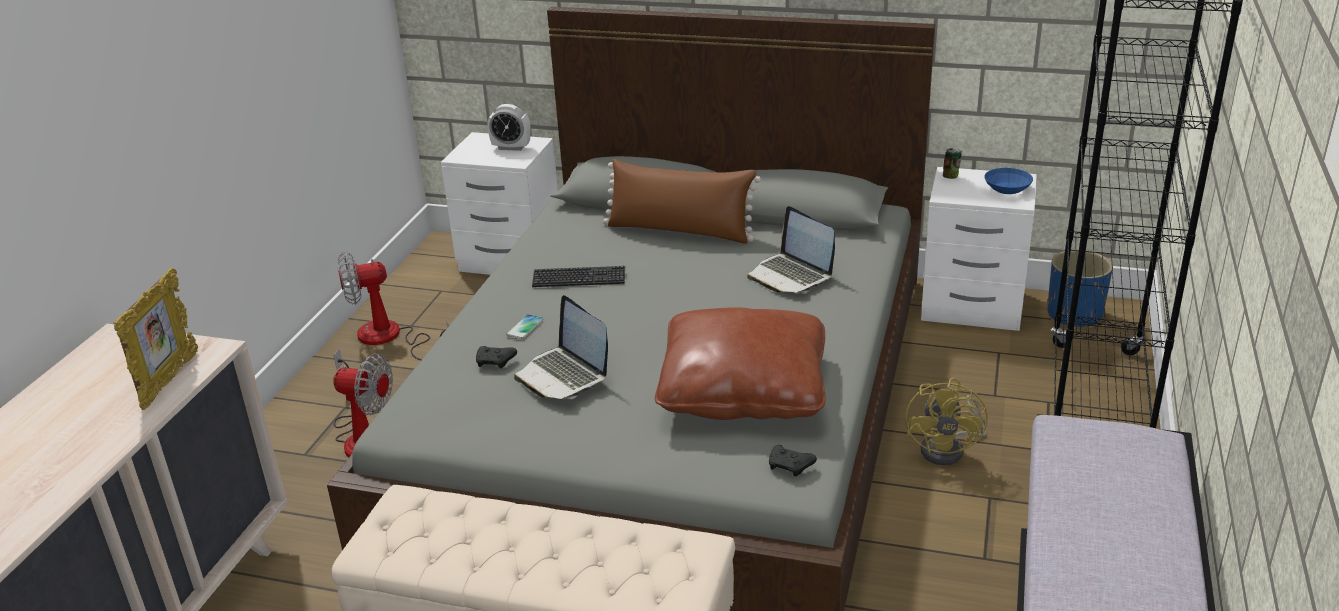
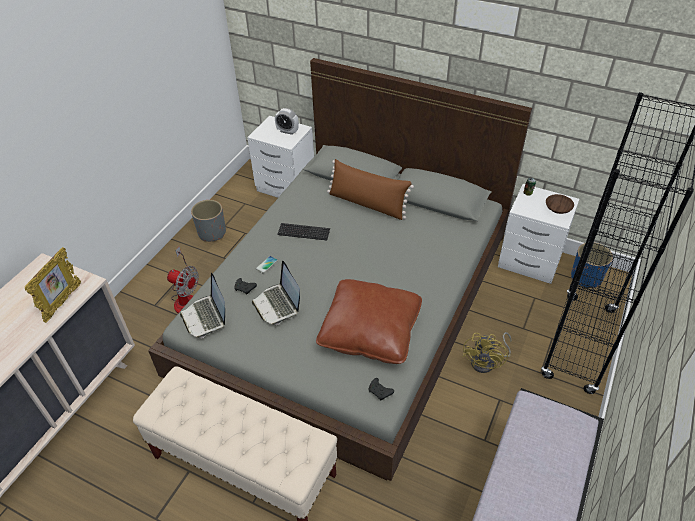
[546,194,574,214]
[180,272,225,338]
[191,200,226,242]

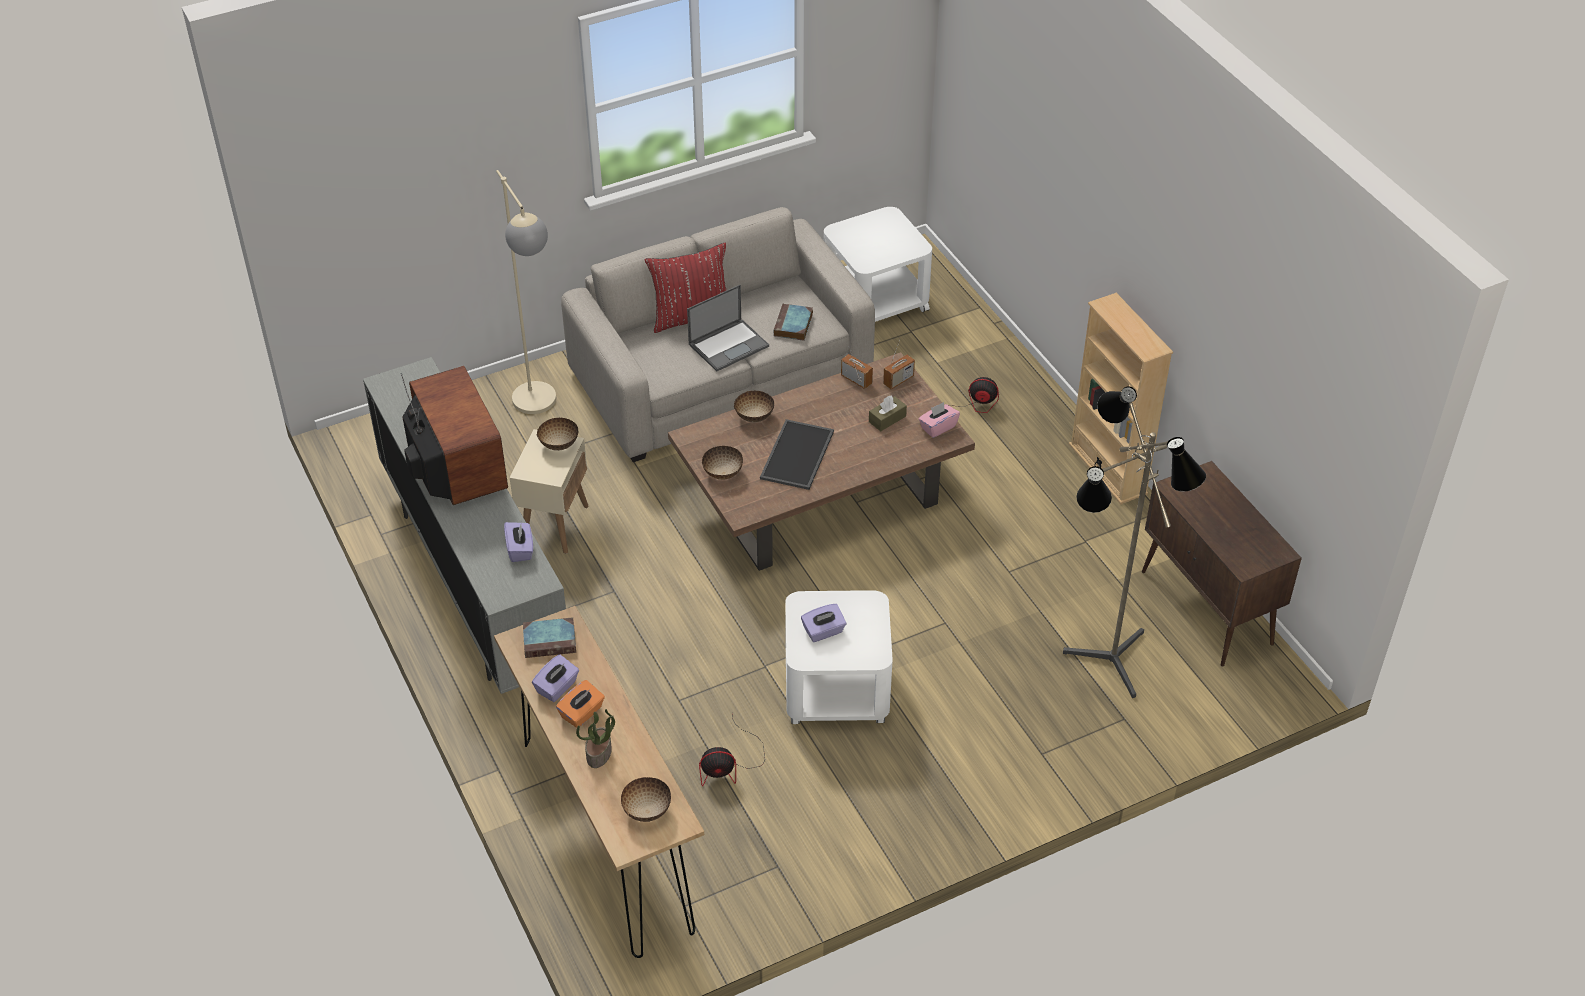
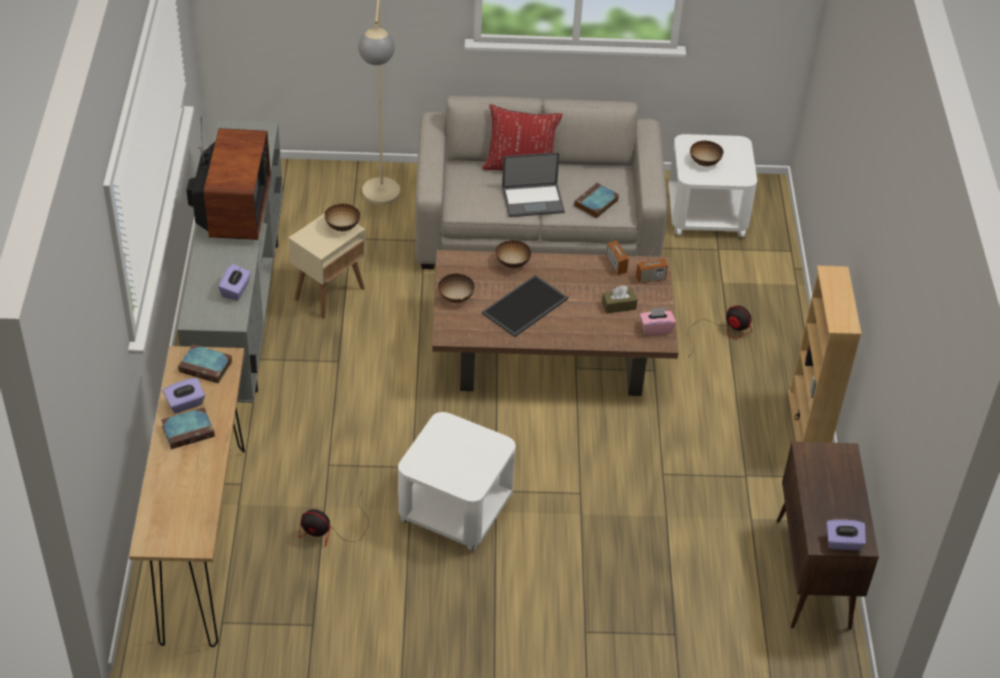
[1063,386,1206,698] (first image)
[826,519,866,550]
[161,407,215,449]
[576,709,615,768] (first image)
[690,140,723,167]

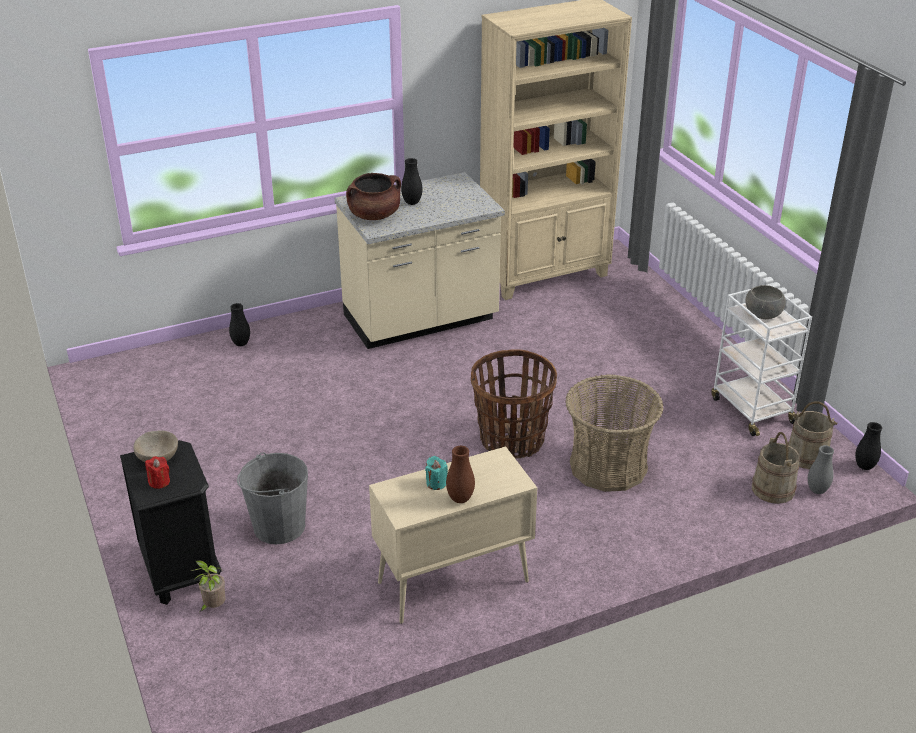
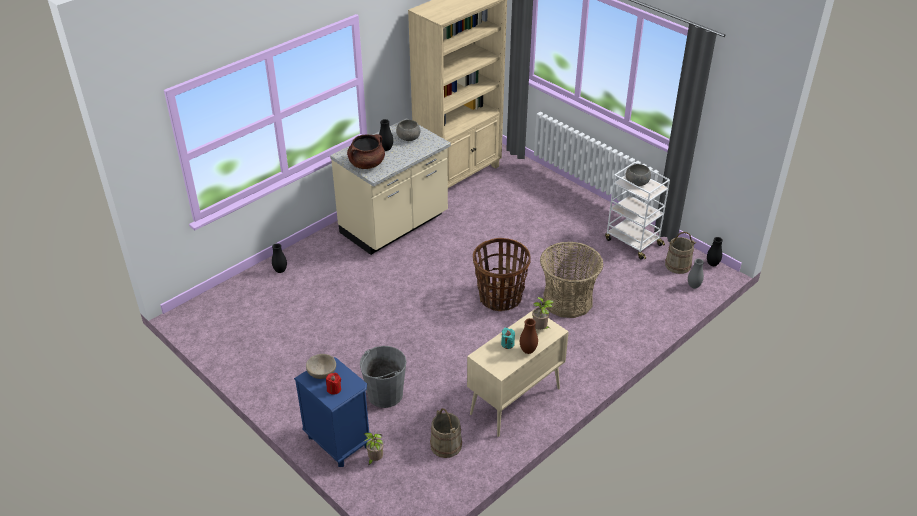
[430,408,462,458]
[294,357,371,467]
[396,120,420,141]
[532,297,554,330]

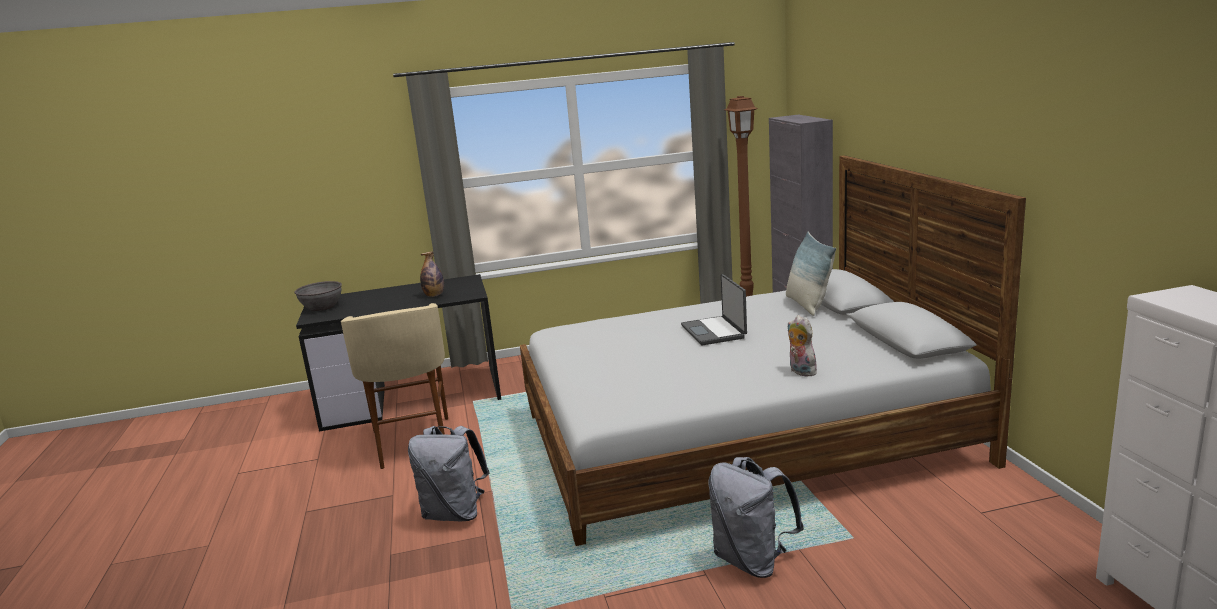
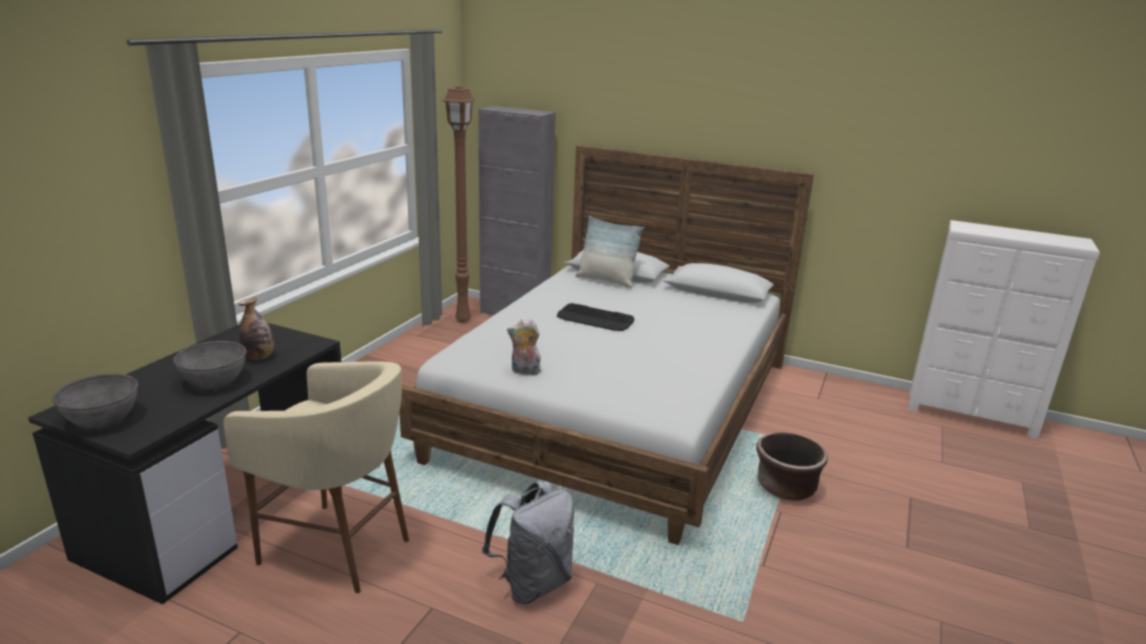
[557,303,635,331]
[507,319,542,375]
[756,432,828,501]
[173,341,246,389]

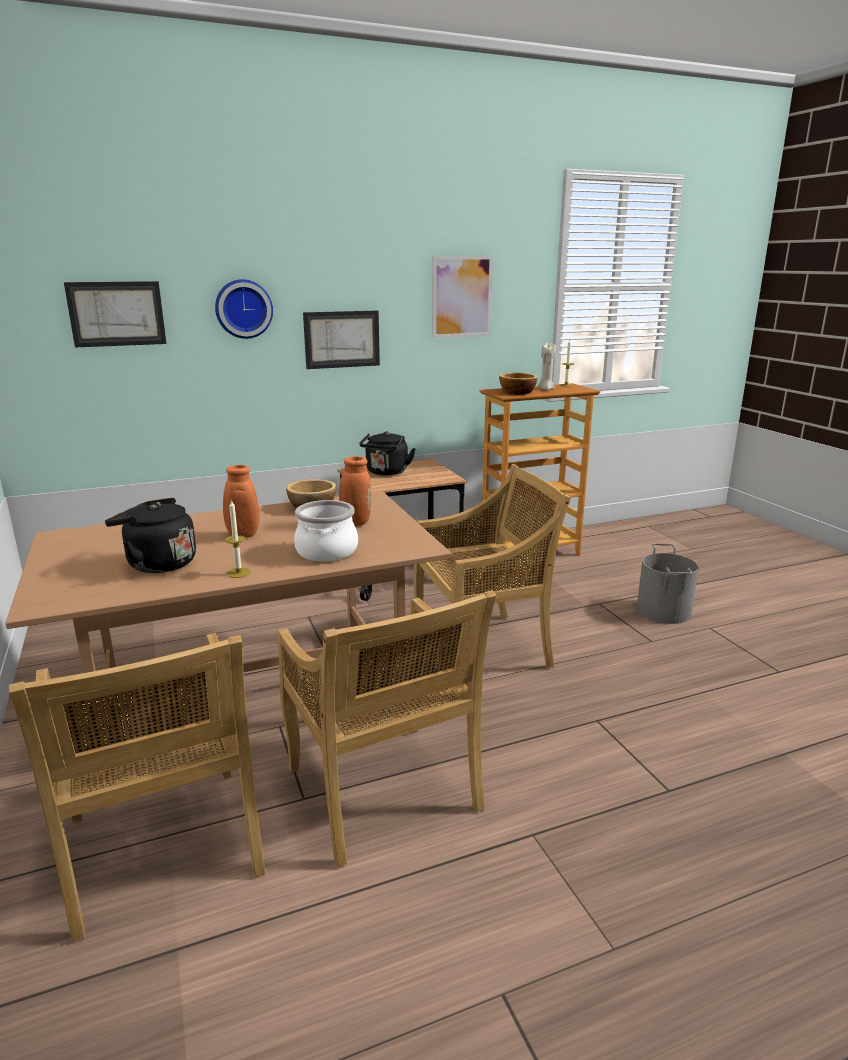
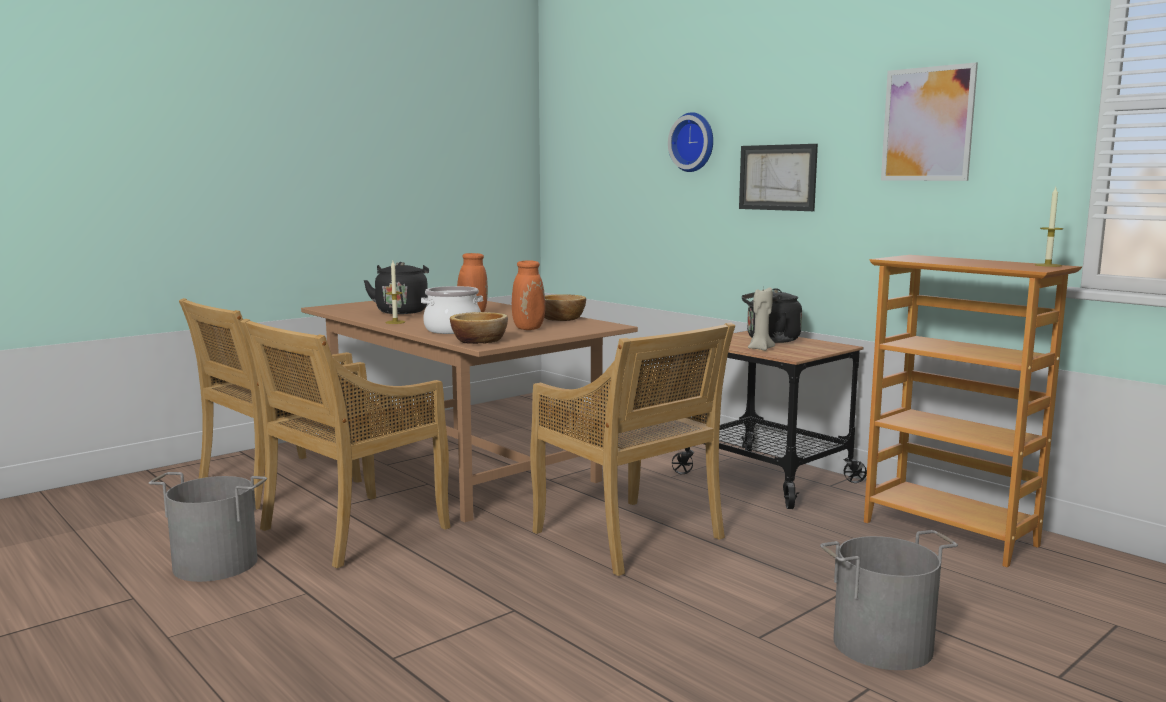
[64,281,167,347] (first image)
[748,287,775,351]
[450,312,508,344]
[149,472,267,582]

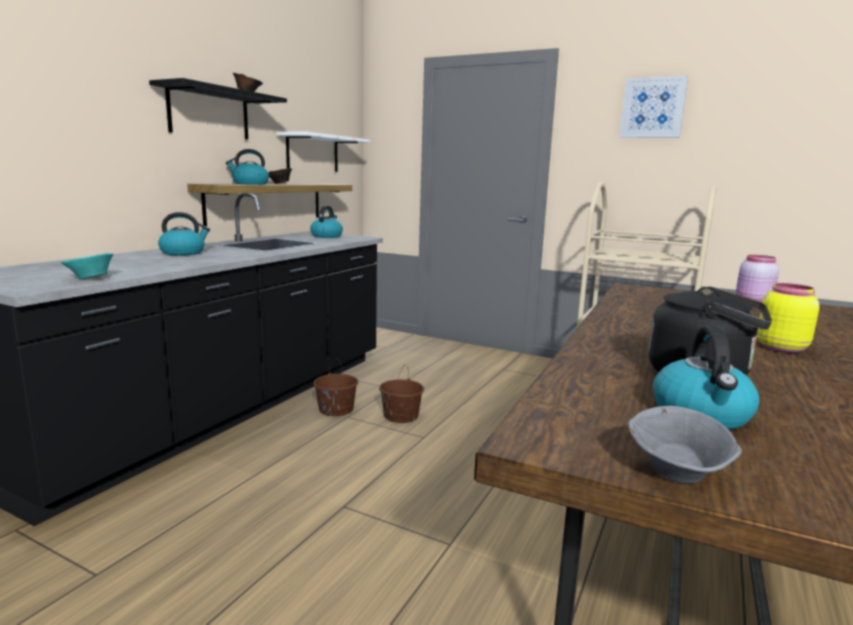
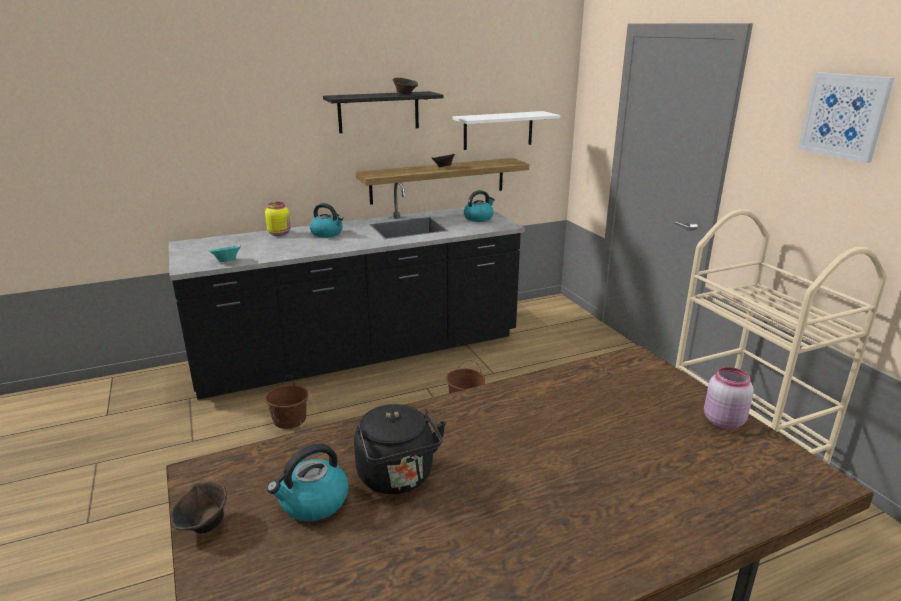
[226,149,269,185] (first image)
[265,202,291,236]
[265,375,308,429]
[171,482,227,533]

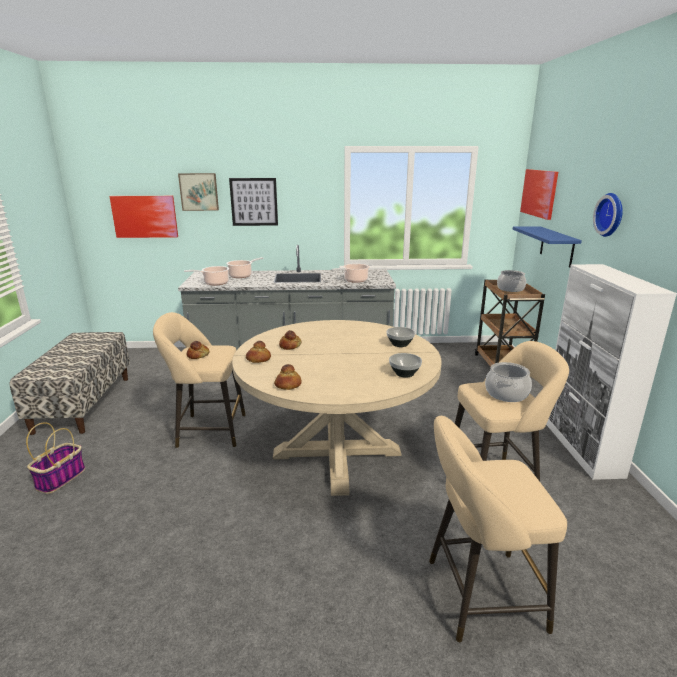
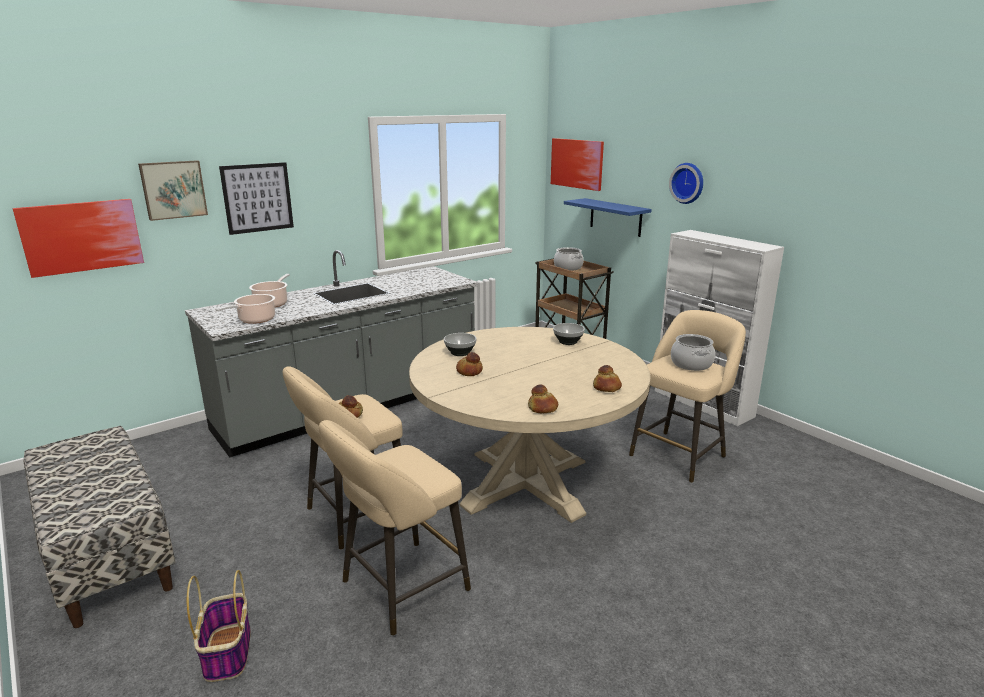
[331,264,370,283] (first image)
[593,365,622,392]
[444,333,477,356]
[319,420,471,636]

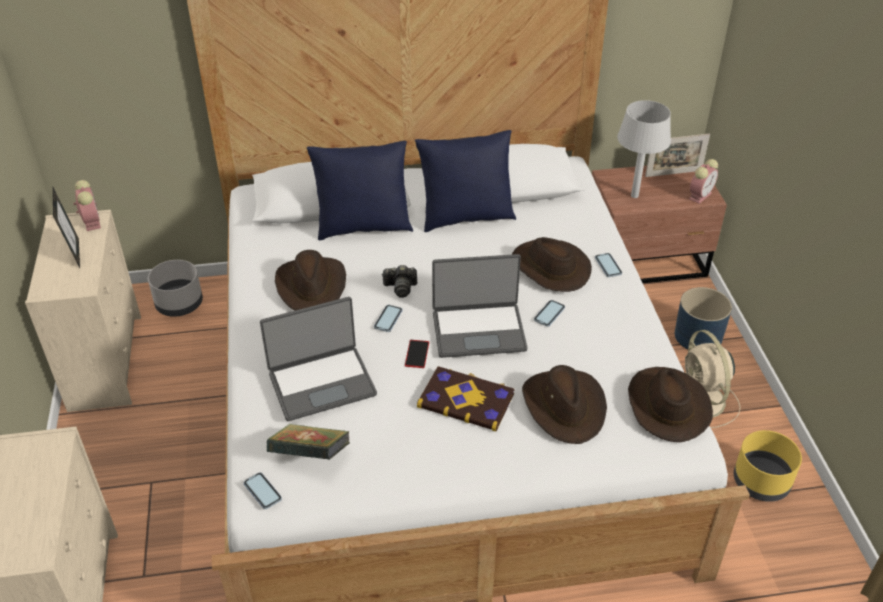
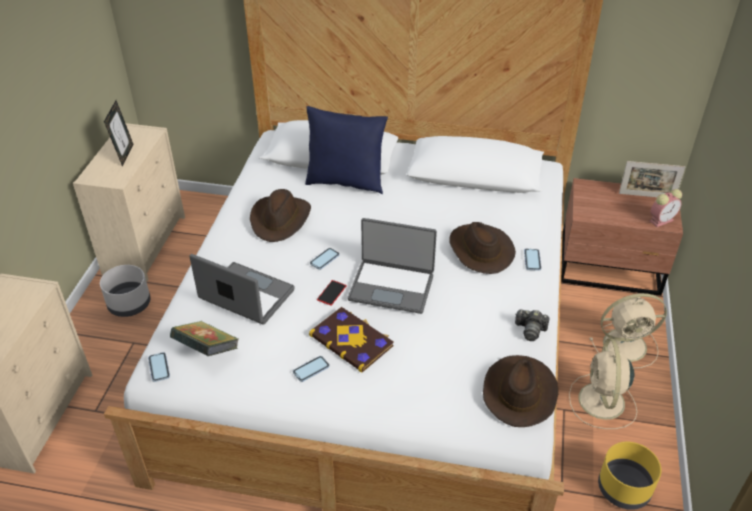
[617,100,671,198] (first image)
[415,130,516,232] (first image)
[73,180,101,231] (first image)
[100,265,151,317]
[515,309,549,341]
[590,293,667,369]
[190,254,295,325]
[293,356,330,382]
[522,365,607,444] (first image)

